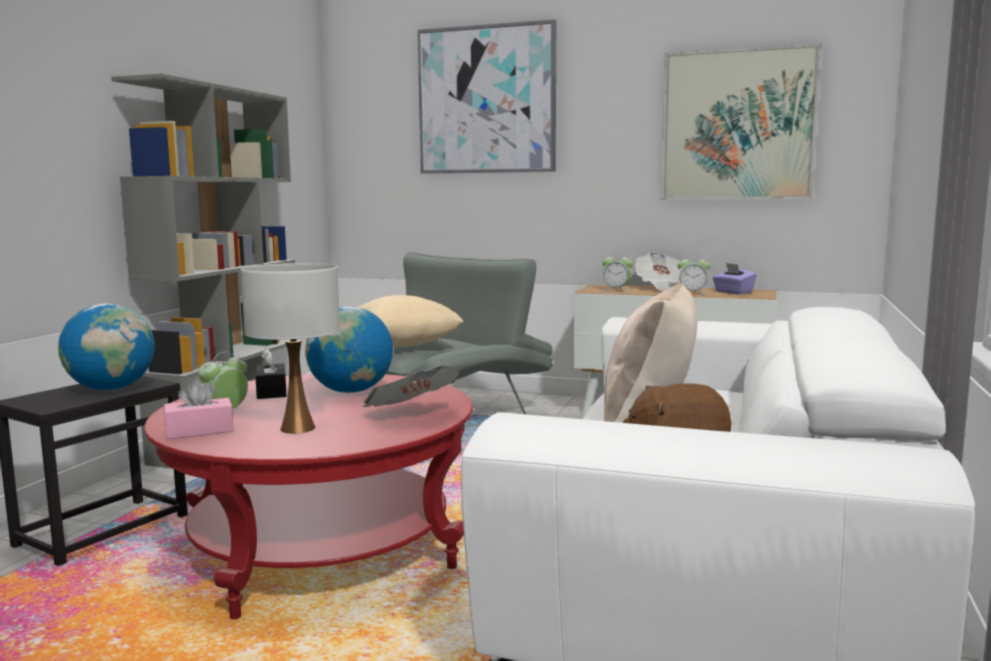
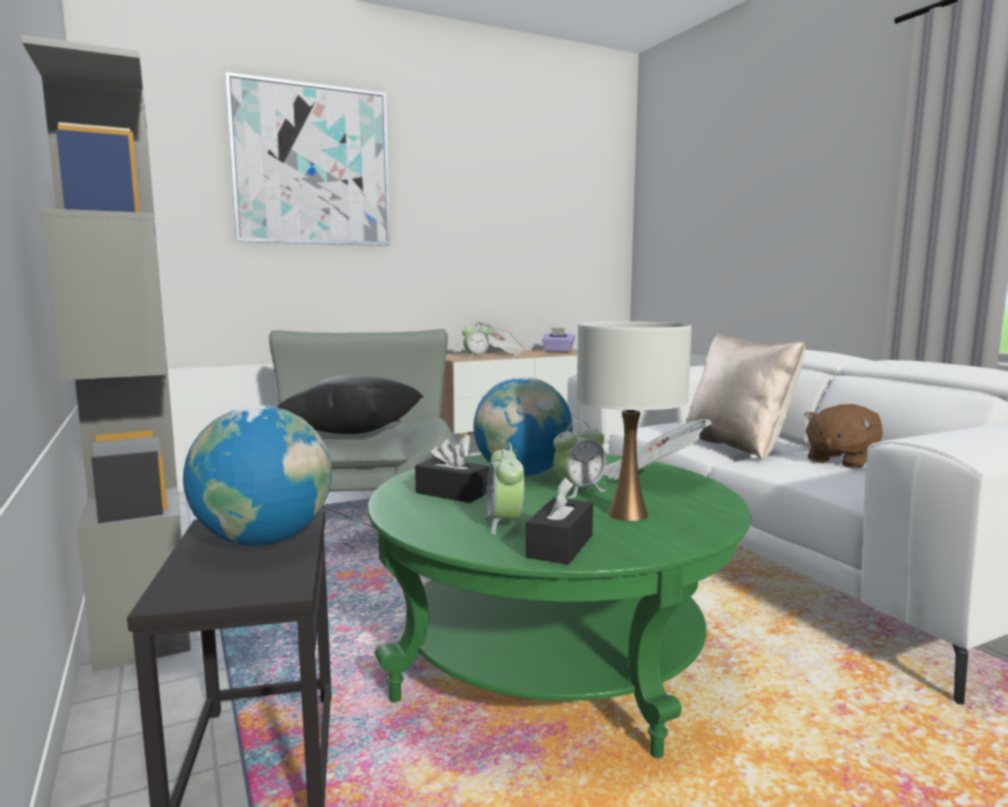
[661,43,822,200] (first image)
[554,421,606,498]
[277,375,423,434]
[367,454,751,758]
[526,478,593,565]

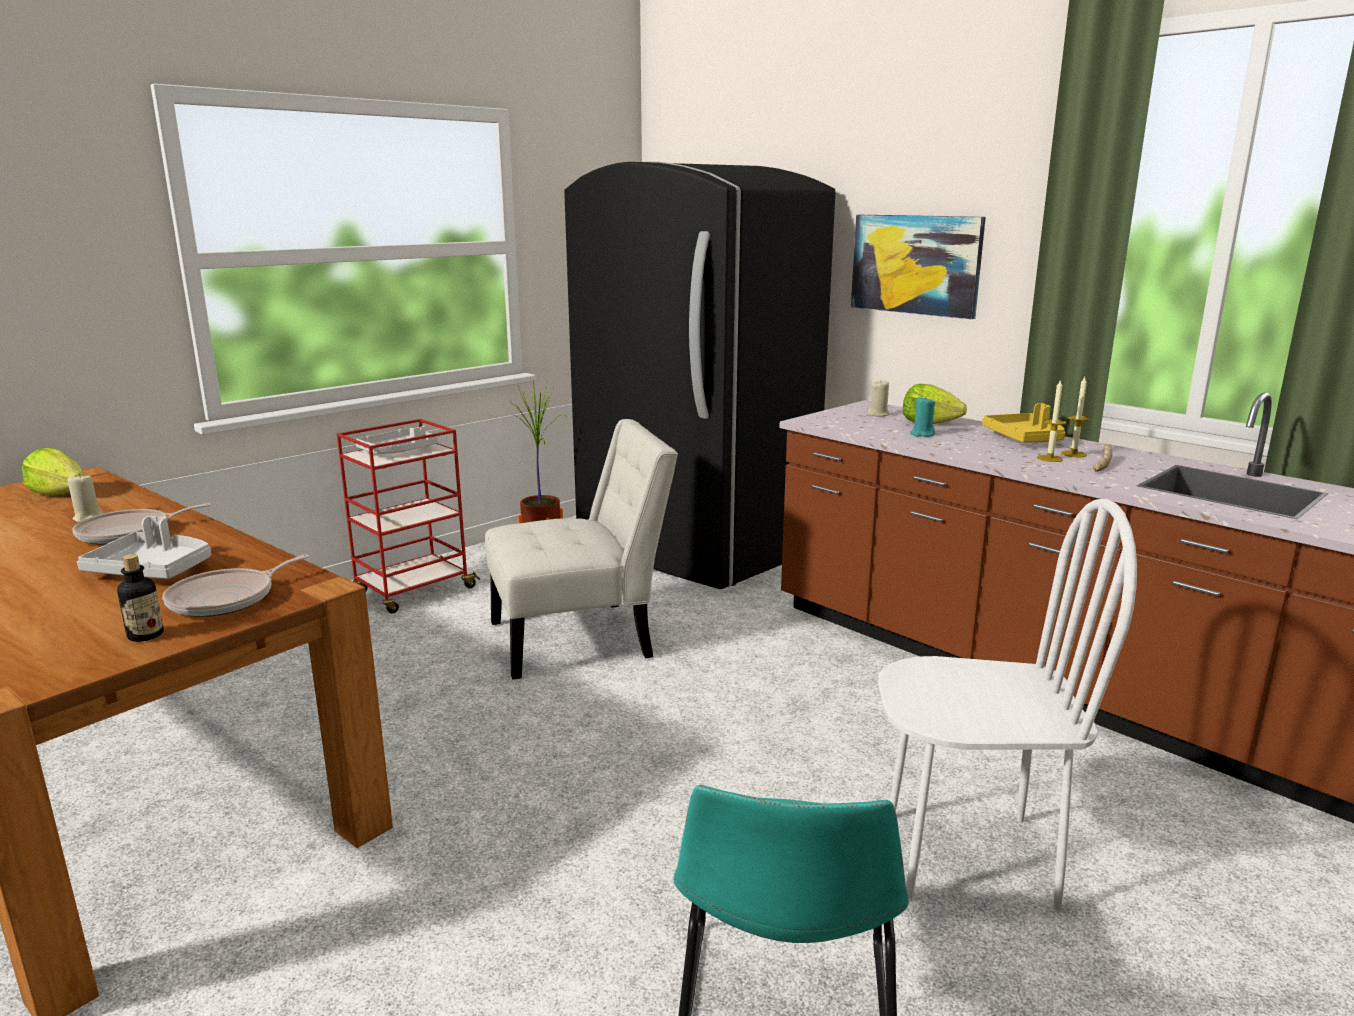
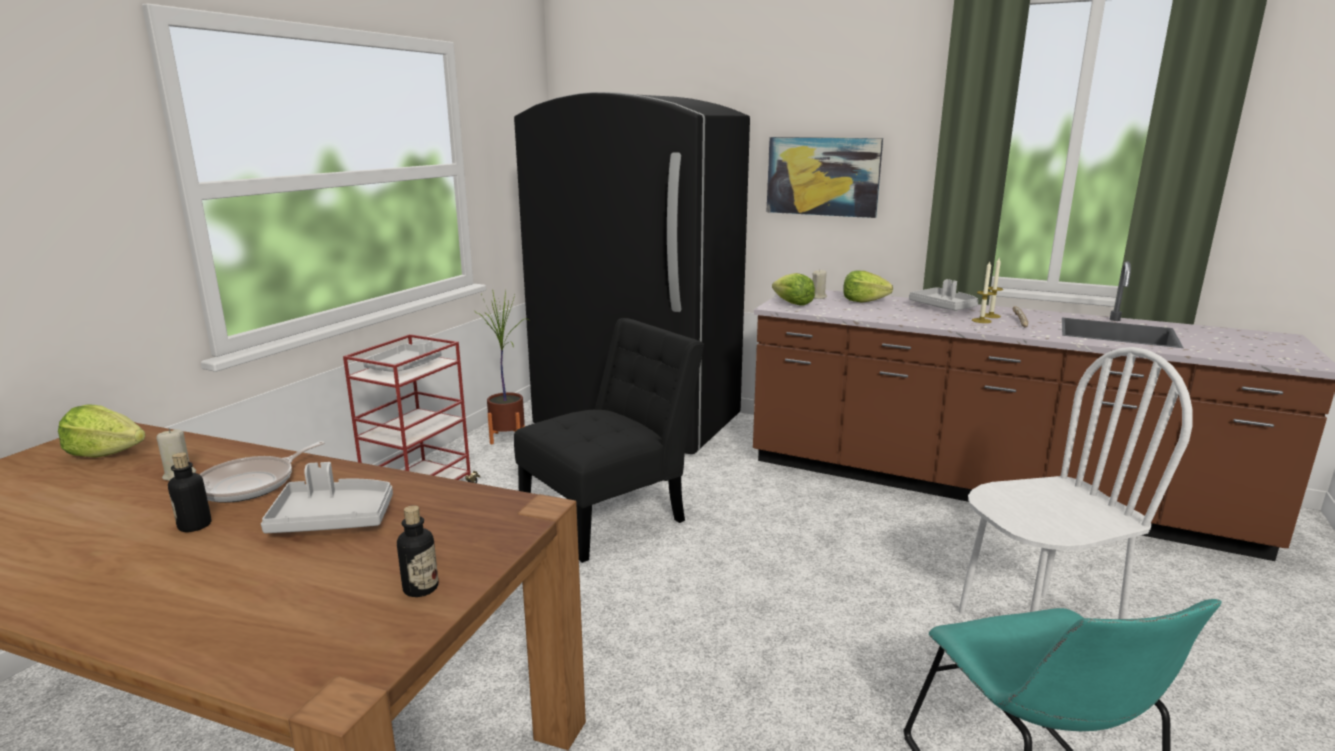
[910,396,935,437] (first image)
[909,279,979,310]
[514,318,704,563]
[162,554,309,617] (first image)
[772,273,815,306]
[168,452,212,532]

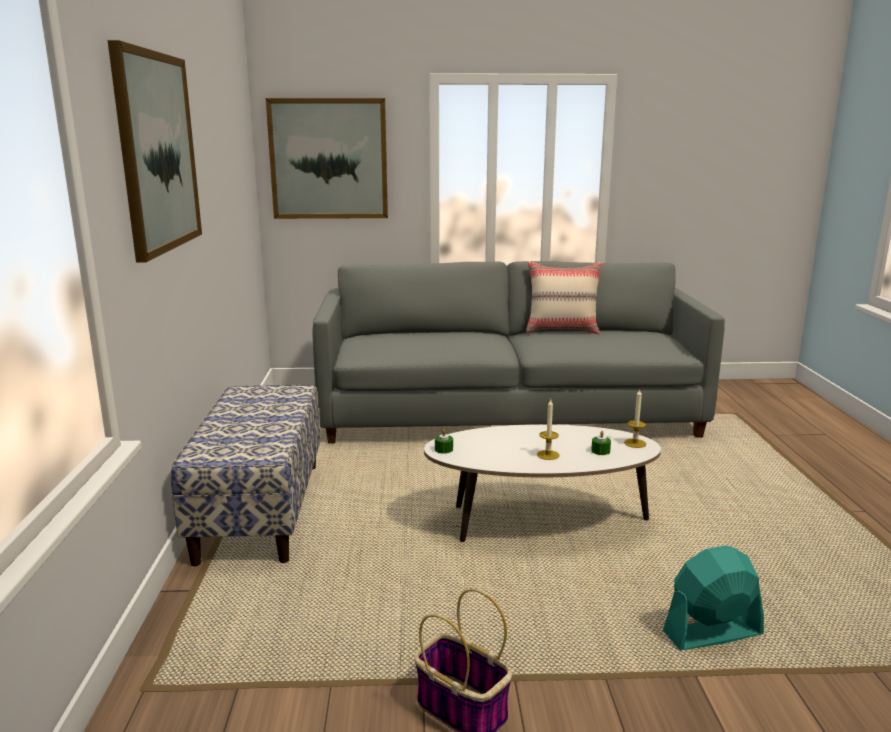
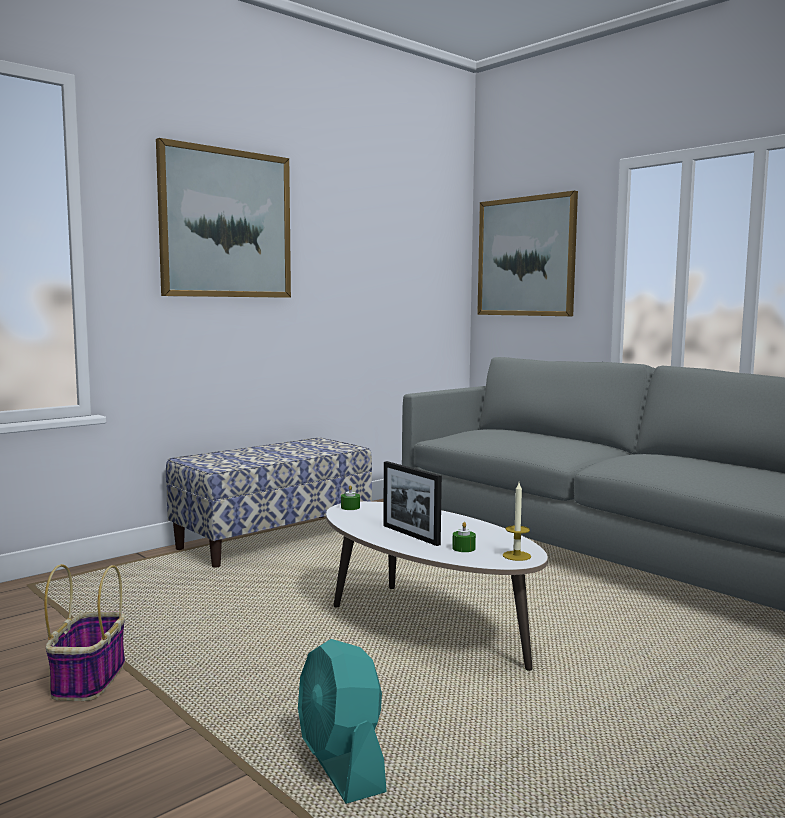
[526,261,602,334] (first image)
[383,461,442,546]
[298,639,387,804]

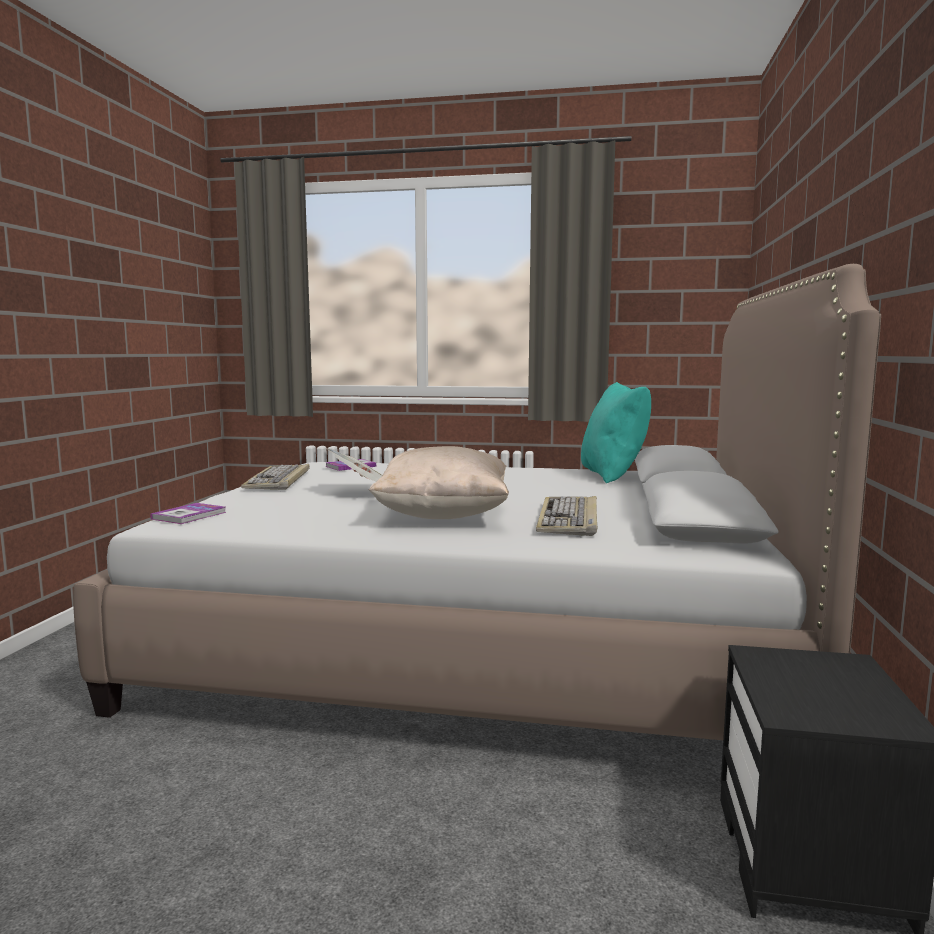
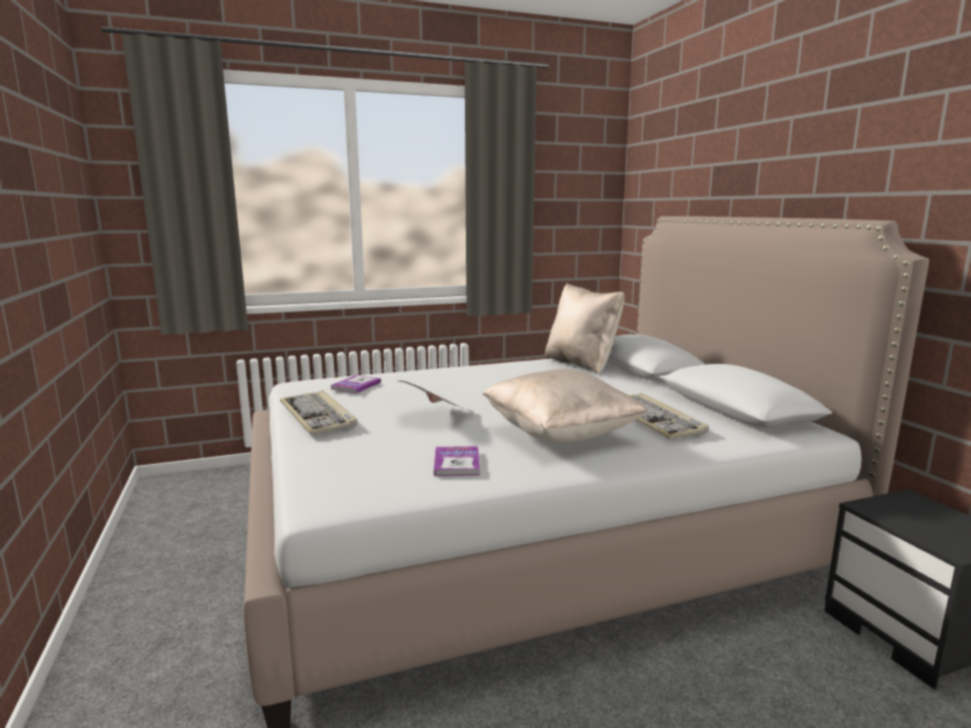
[545,283,625,374]
[434,446,480,476]

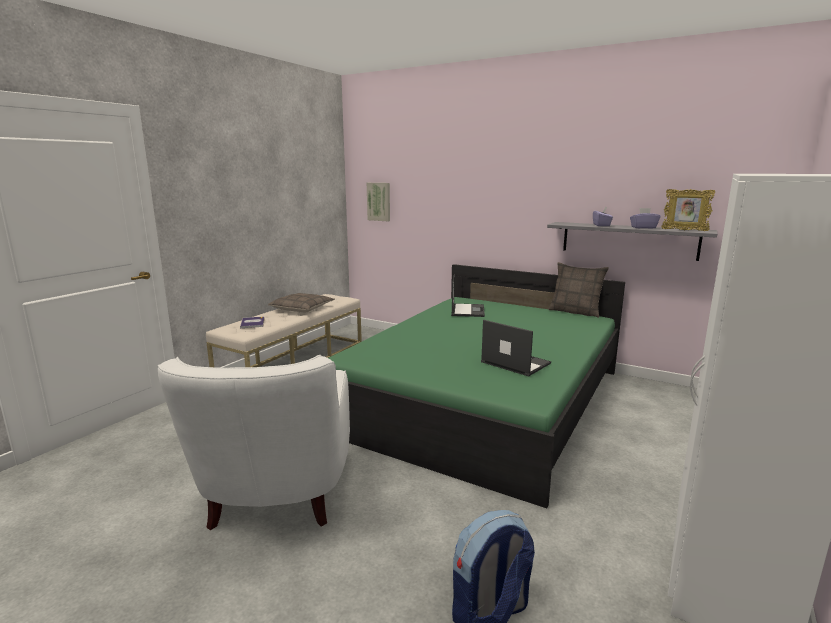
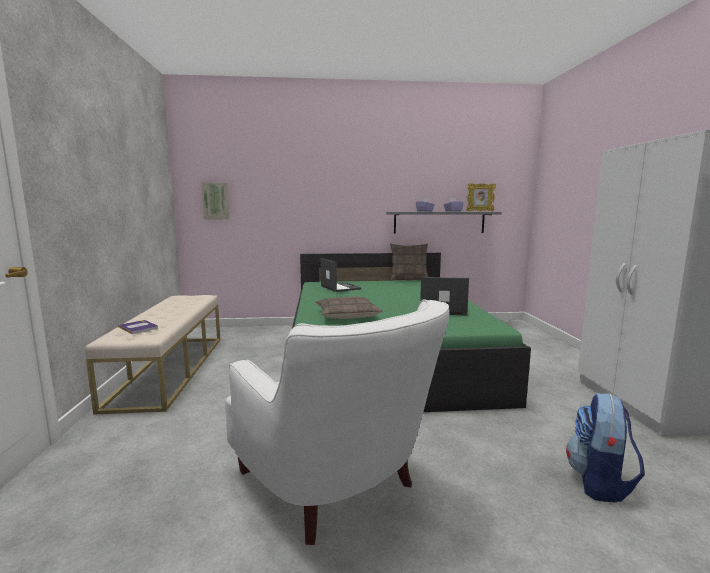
[315,297,383,319]

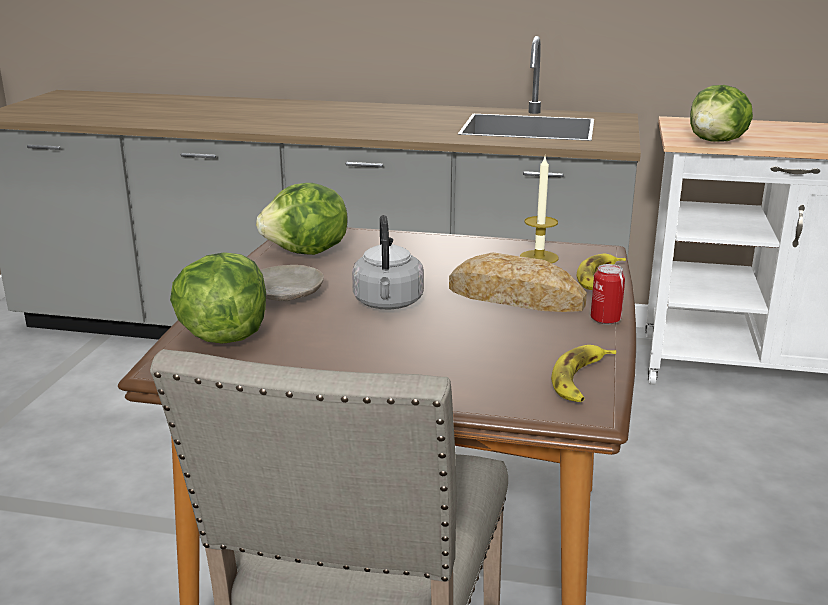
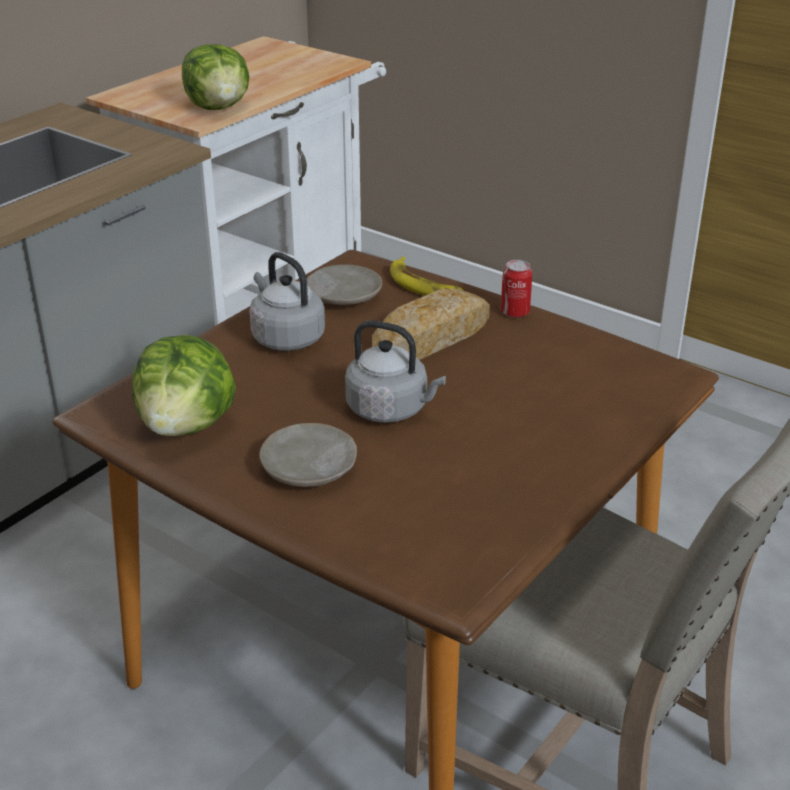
[307,264,382,305]
[170,252,266,343] (first image)
[551,345,616,402] (first image)
[249,252,325,351]

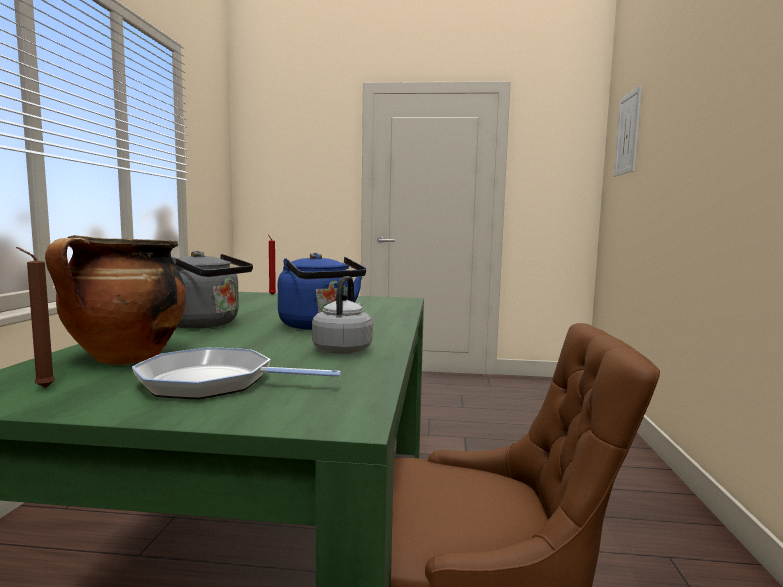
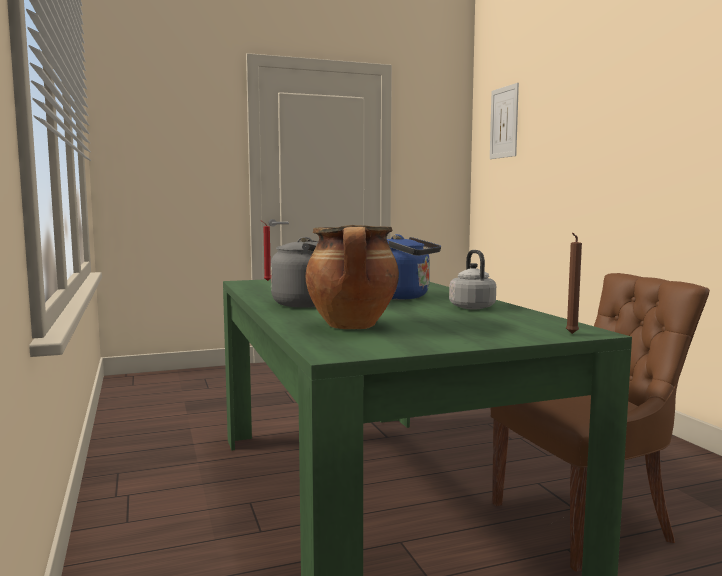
[566,233,582,334]
[132,347,341,400] (first image)

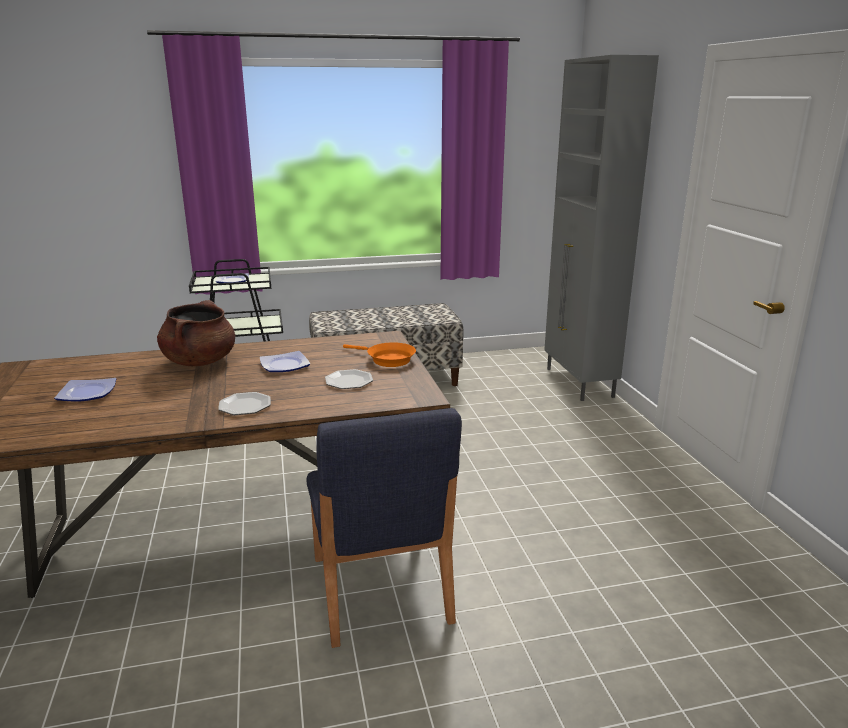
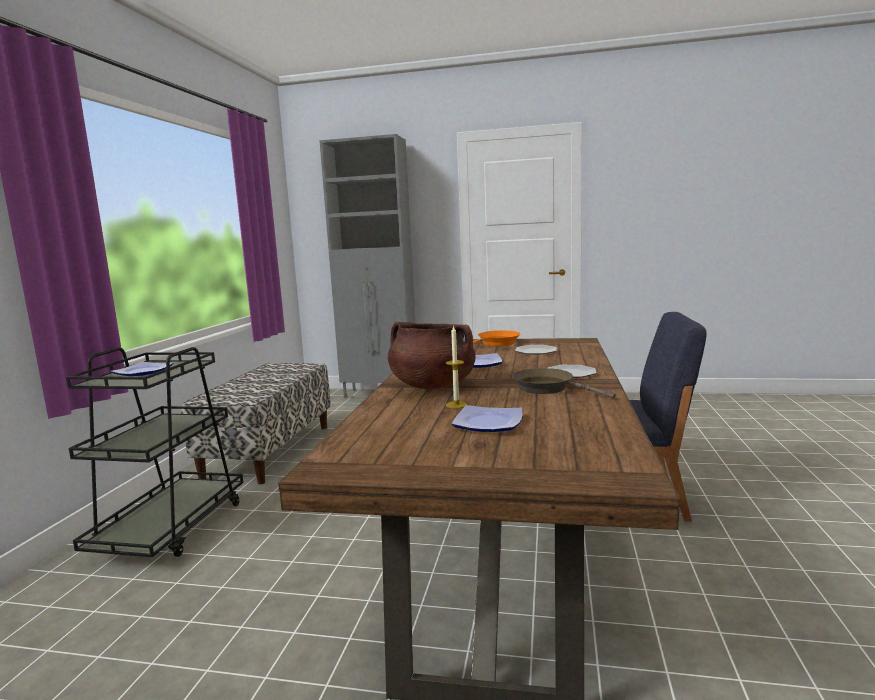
[446,325,467,408]
[512,368,616,398]

